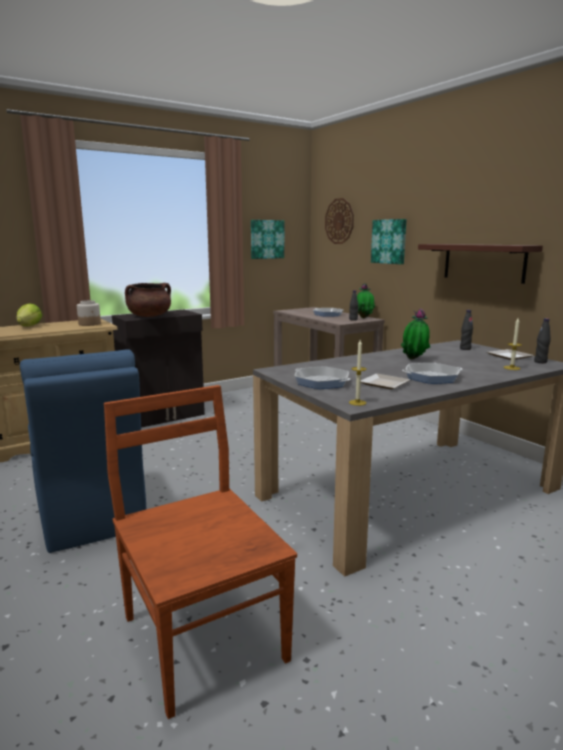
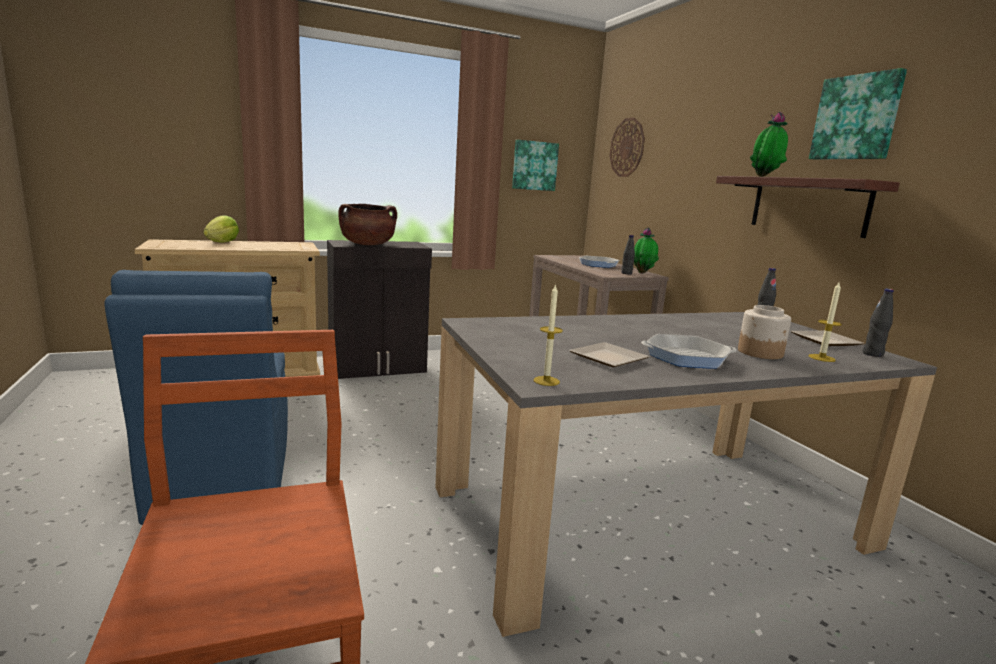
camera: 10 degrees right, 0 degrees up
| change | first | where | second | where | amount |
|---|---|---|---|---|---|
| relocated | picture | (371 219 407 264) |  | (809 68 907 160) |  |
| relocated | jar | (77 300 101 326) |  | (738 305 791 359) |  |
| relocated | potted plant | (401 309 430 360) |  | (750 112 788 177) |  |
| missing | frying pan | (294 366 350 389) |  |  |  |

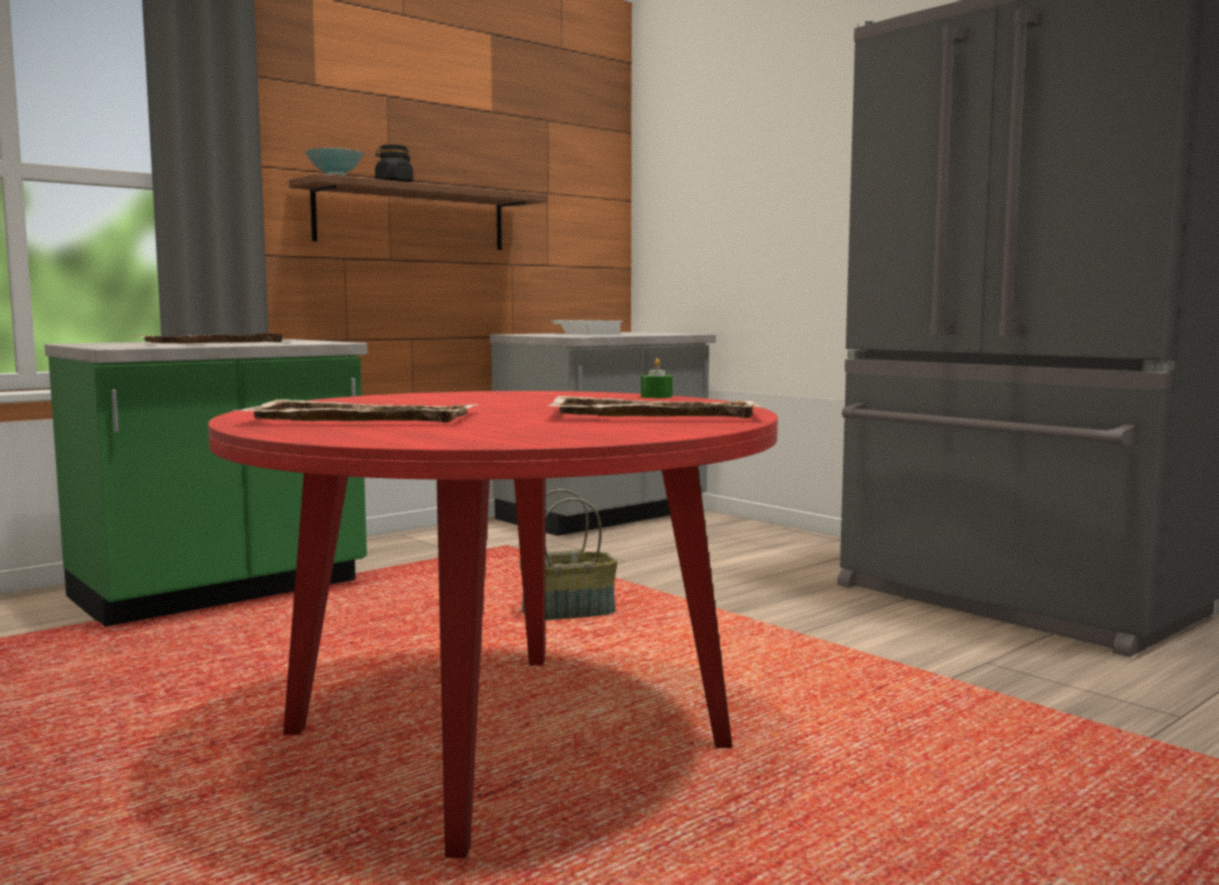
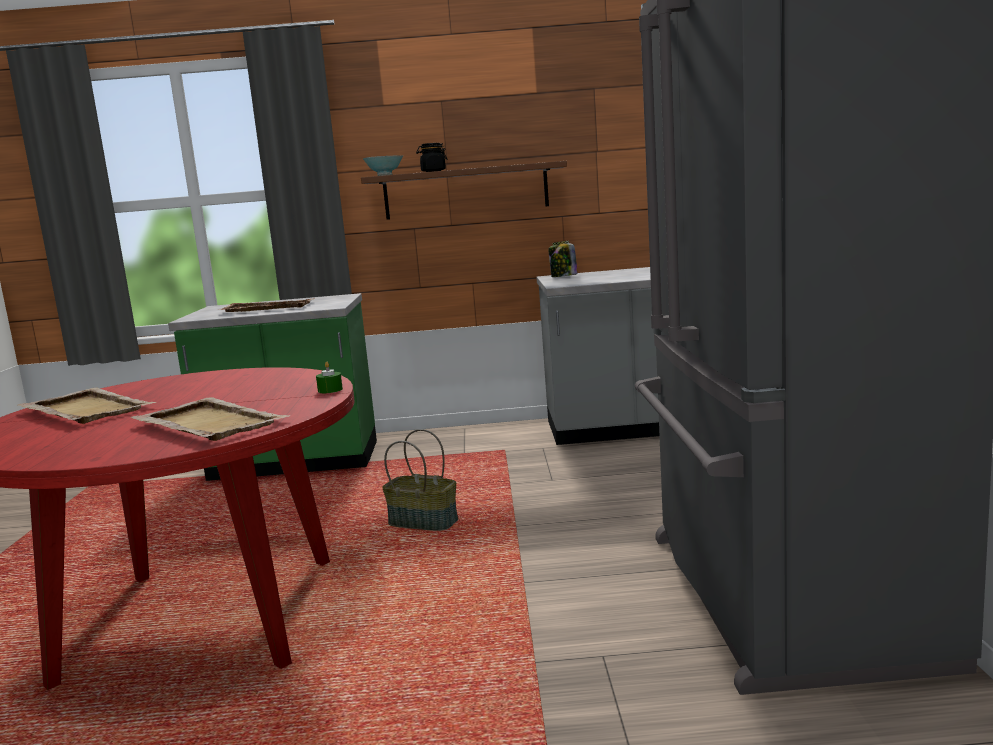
camera: 40 degrees right, 5 degrees up
| change | first | where | second | where | amount |
|---|---|---|---|---|---|
| missing | white tray | (551 320 623 335) |  |  |  |
| appeared |  |  | jar | (548 241 578 277) |  |

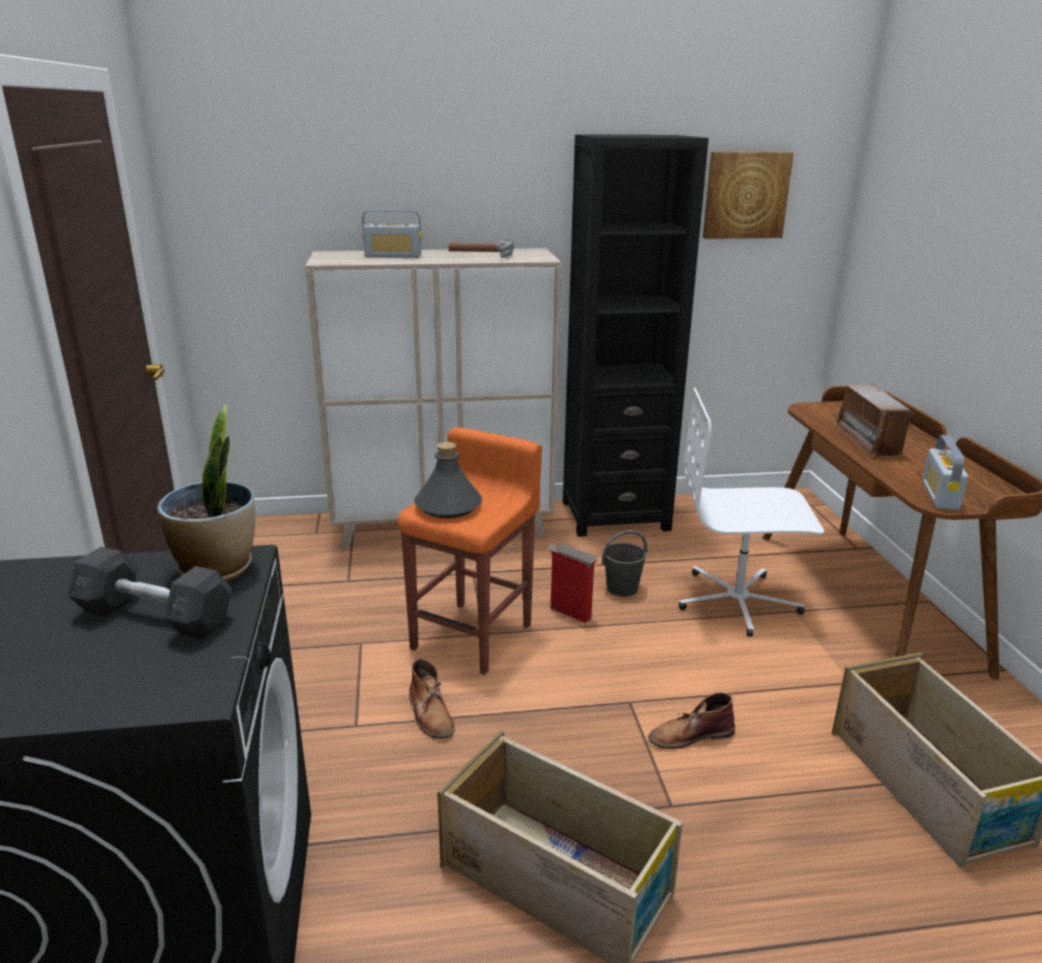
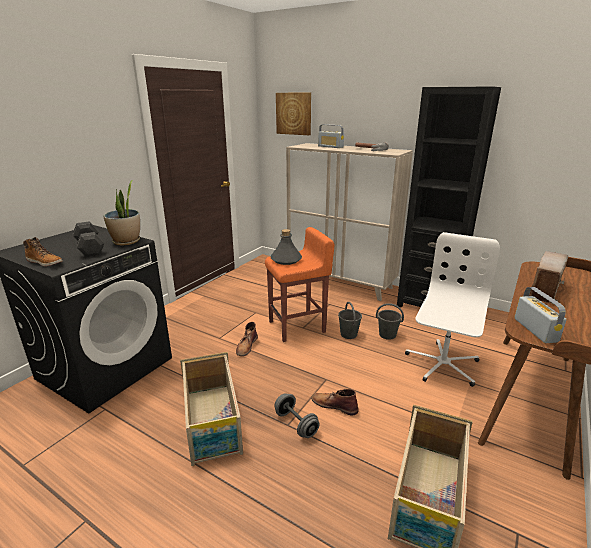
camera: 40 degrees right, 0 degrees up
| change | first | where | second | where | amount |
|---|---|---|---|---|---|
| relocated | picture | (703 152 794 239) |  | (276 93 311 135) |  |
| spun | white office chair | (679 388 824 637) |  | (405 232 500 387) | 75 degrees clockwise |
| spun | radio | (922 435 969 511) |  | (514 287 566 343) | 120 degrees clockwise |
| exchanged | cardboard box | (548 543 597 623) | grey bucket | (338 302 362 339) |  |
| appeared |  |  | boot | (23 237 63 267) |  |
| appeared |  |  | grey dumbbell | (274 393 320 438) |  |

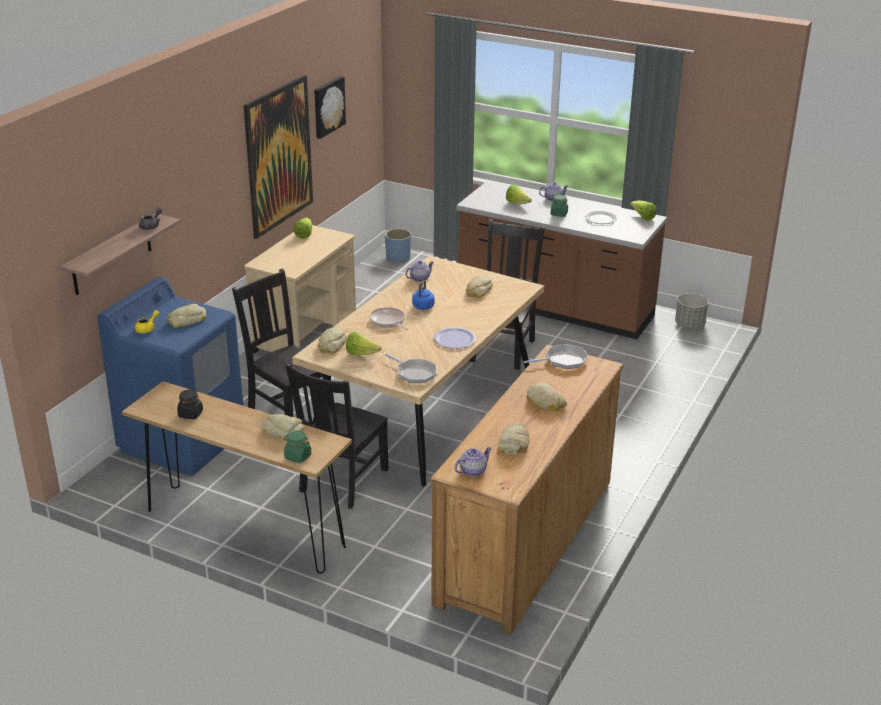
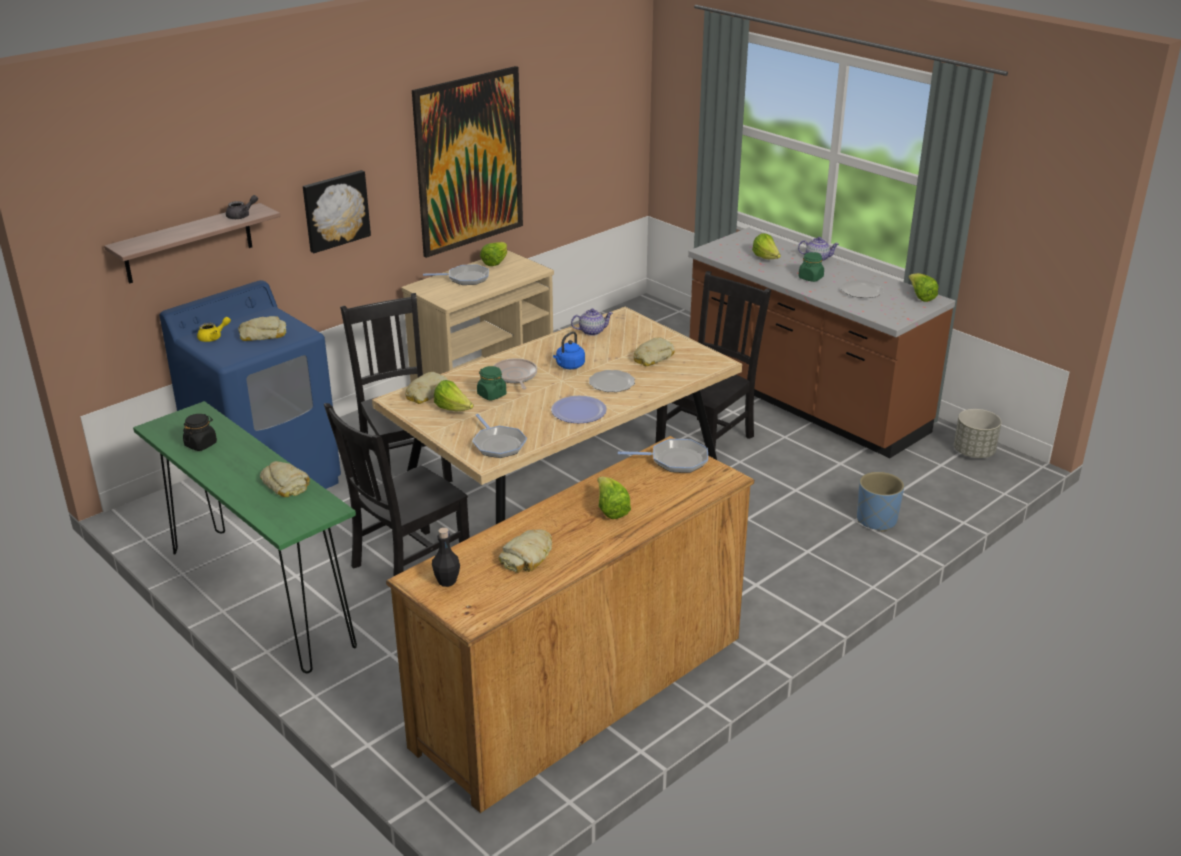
camera: 20 degrees right, 0 degrees up
| change | first | where | second | where | amount |
|---|---|---|---|---|---|
| relocated | picture | (314 76 346 139) |  | (303 170 371 253) |  |
| relocated | blue planter | (385 229 411 263) |  | (857 472 904 532) |  |
| colour | brown console table | (122 381 352 574) | green console table | (133 401 357 673) |  |
| exchanged | bread | (527 383 567 411) | lettuce | (597 477 631 519) |  |
| relocated | green jar | (284 431 311 463) |  | (477 366 506 400) |  |
| exchanged | teapot | (454 447 492 477) | black bottle | (432 528 460 587) |  |
| appeared |  |  | frying pan | (423 265 489 285) |  |
| appeared |  |  | plate | (589 370 635 392) |  |

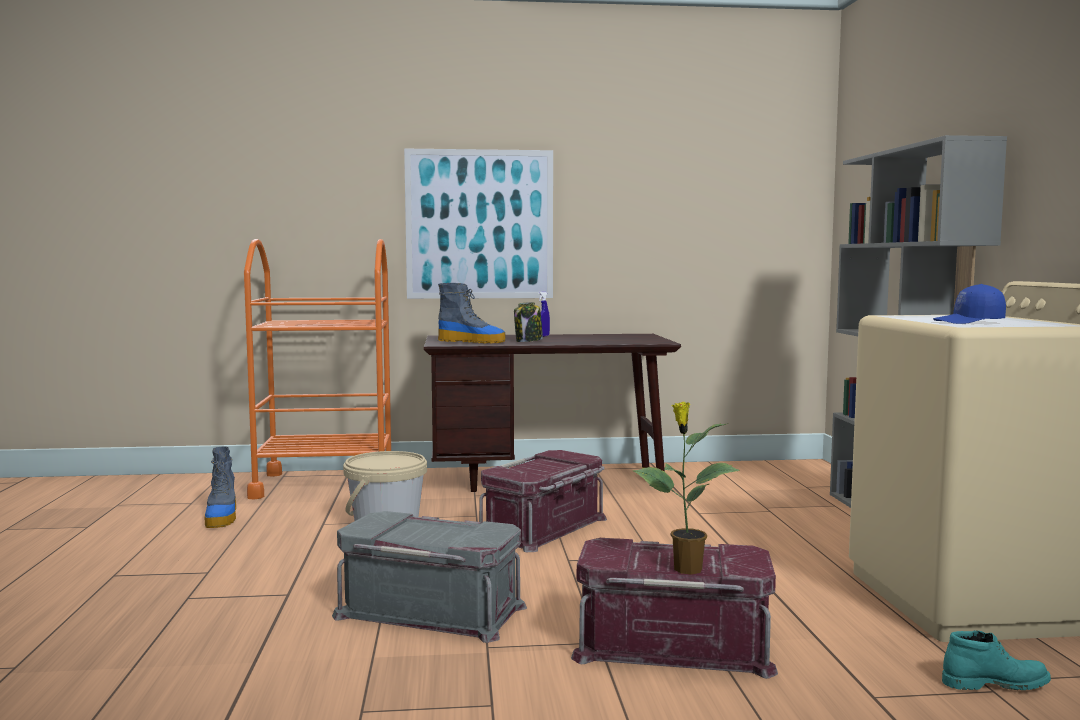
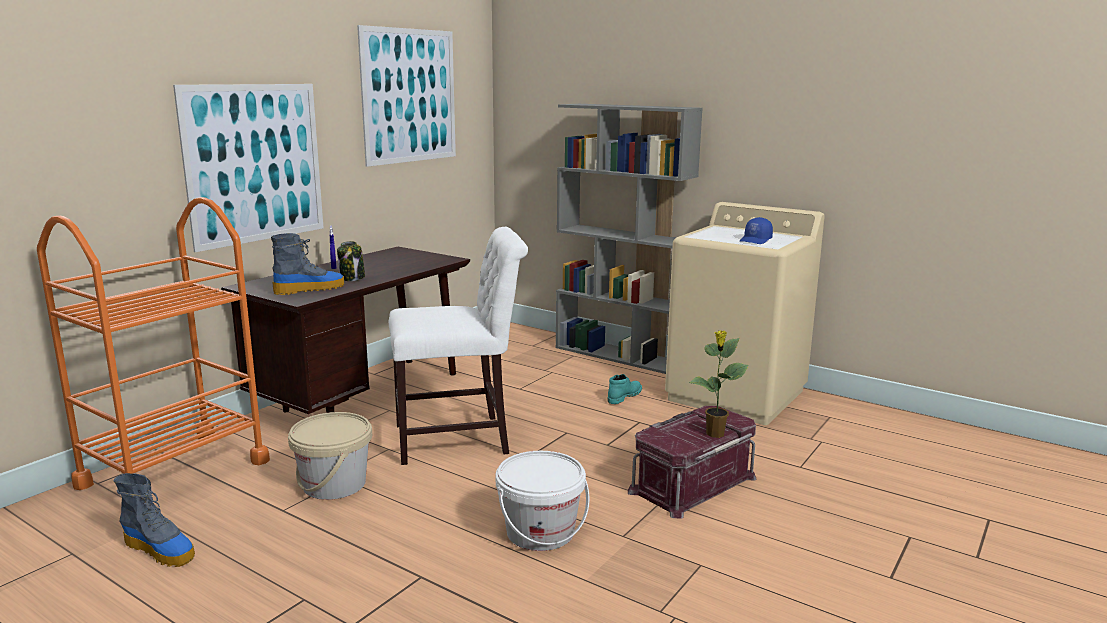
camera: 50 degrees left, 10 degrees up
| change | first | where | second | where | amount |
|---|---|---|---|---|---|
| exchanged | red storage box | (479 450 607 552) | white chair | (389 227 528 465) |  |
| exchanged | grey storage box | (332 511 527 643) | white bucket | (495 451 589 551) |  |
| relocated | turquoise boot | (942 630 1051 690) |  | (607 374 642 404) |  |
| appeared |  |  | picture | (357 25 456 167) |  |

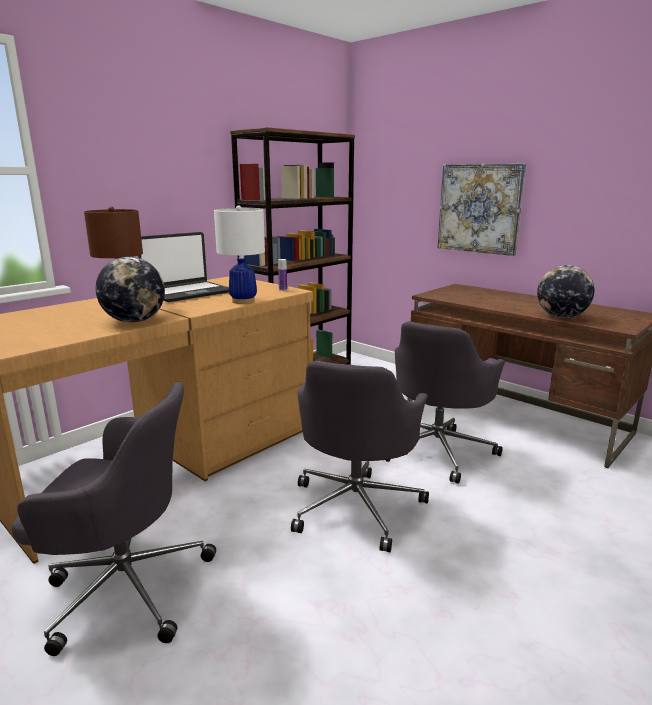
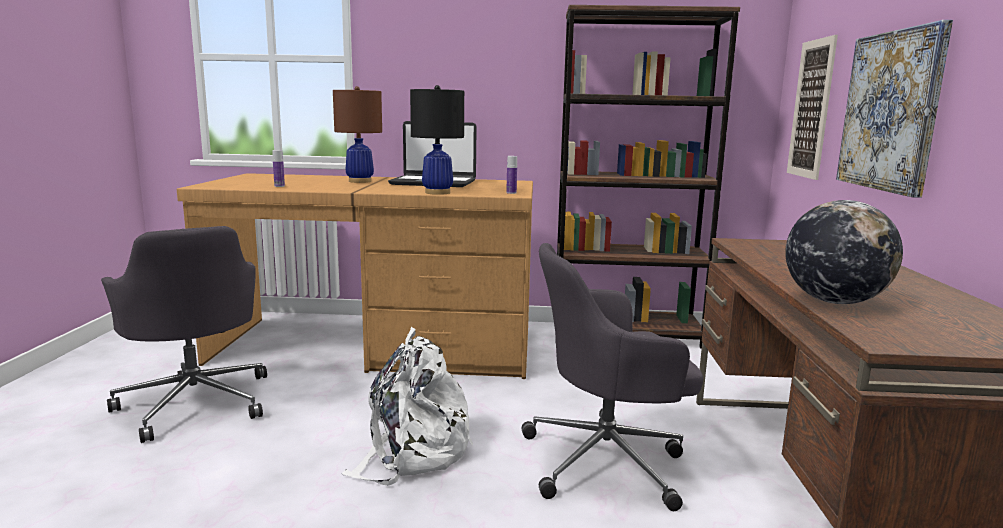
camera: 50 degrees right, 5 degrees down
| change | first | where | second | where | amount |
|---|---|---|---|---|---|
| colour | white table lamp | (214 205 265 304) | black table lamp | (410 85 464 195) |  |
| missing | globe | (96 257 165 323) |  |  |  |
| exchanged | grey office chair | (291 361 429 552) | white backpack | (342 327 473 485) |  |
| appeared |  |  | picture | (787 35 838 180) |  |
| appeared |  |  | bottle | (272 150 285 187) |  |

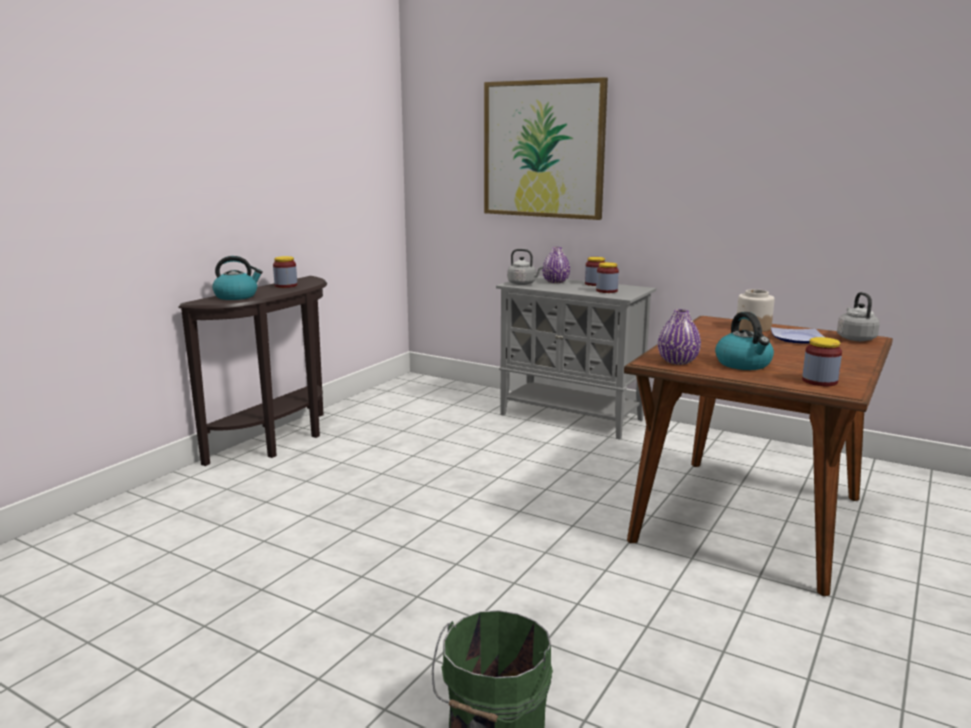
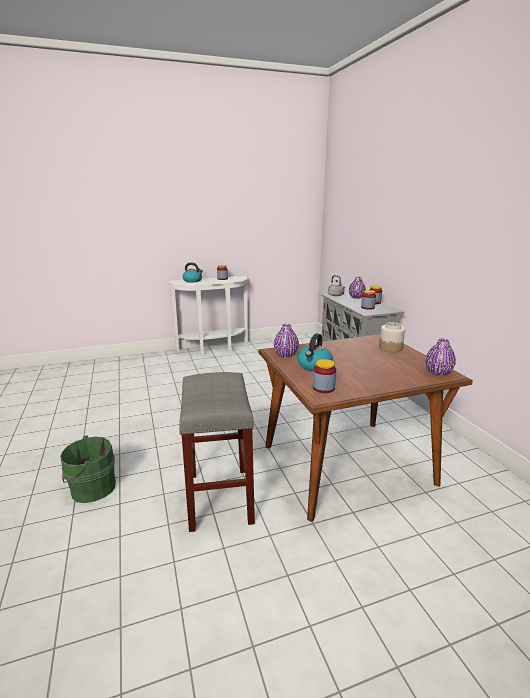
camera: 40 degrees right, 5 degrees up
| change | first | where | second | where | amount |
|---|---|---|---|---|---|
| missing | picture | (484 77 608 220) |  |  |  |
| colour | brown console table | (178 276 327 466) | white console table | (168 276 248 356) |  |
| exchanged | grey kettle | (837 292 880 341) | purple vase | (425 338 456 375) |  |
| missing | plate | (771 327 824 344) |  |  |  |
| appeared |  |  | grey stool | (179 372 255 532) |  |

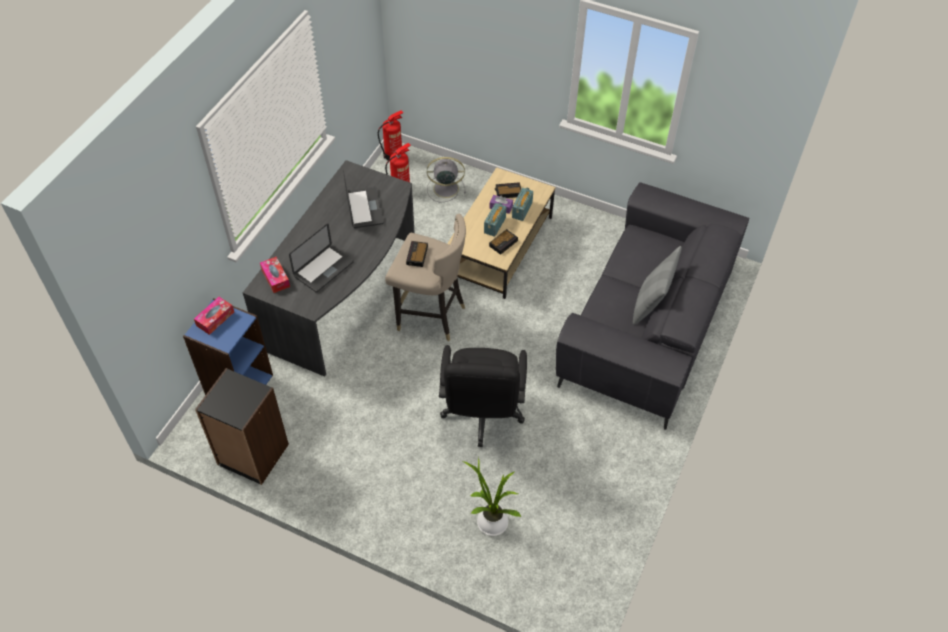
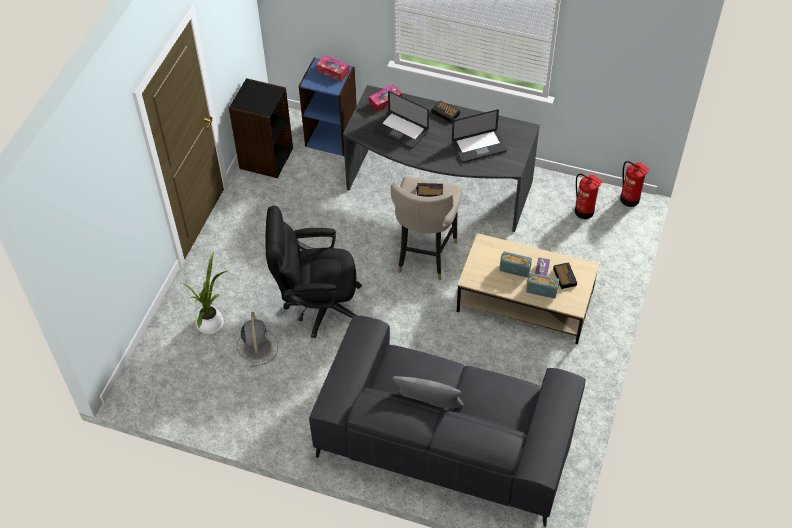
camera: 85 degrees right, 0 degrees up
| change | first | where | second | where | amount |
|---|---|---|---|---|---|
| relocated | grey fan | (427 157 466 202) |  | (237 312 278 367) |  |
| relocated | alarm clock | (489 229 518 255) |  | (431 101 460 123) |  |

